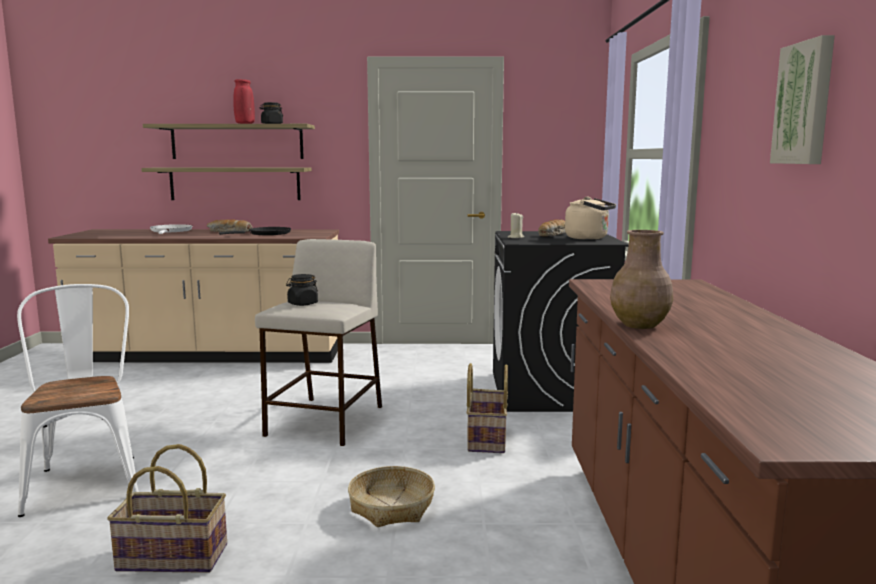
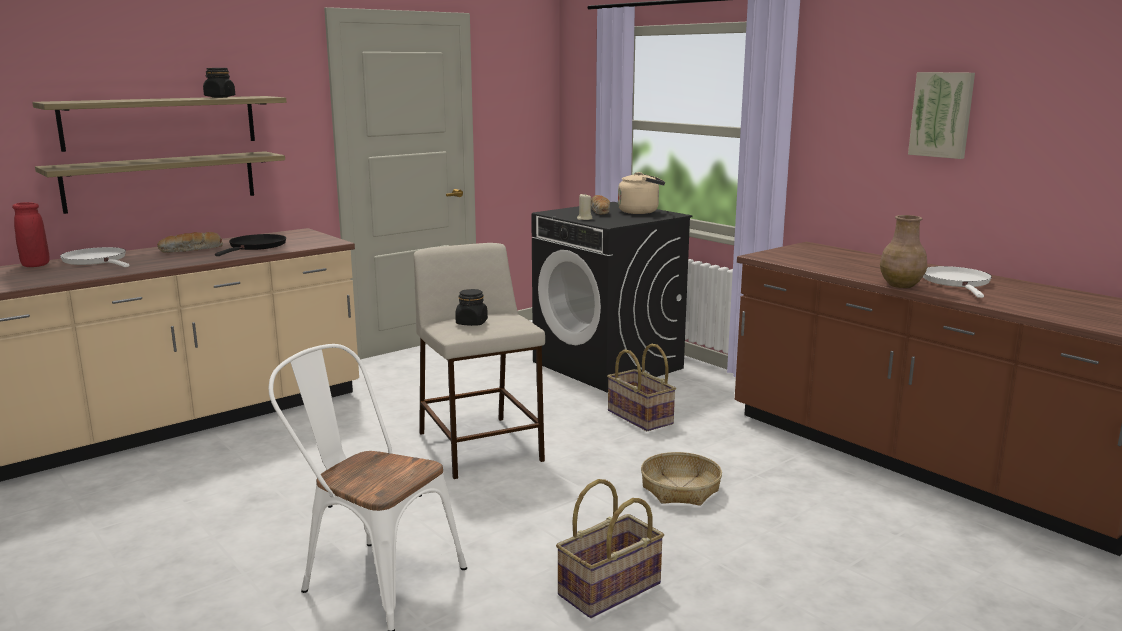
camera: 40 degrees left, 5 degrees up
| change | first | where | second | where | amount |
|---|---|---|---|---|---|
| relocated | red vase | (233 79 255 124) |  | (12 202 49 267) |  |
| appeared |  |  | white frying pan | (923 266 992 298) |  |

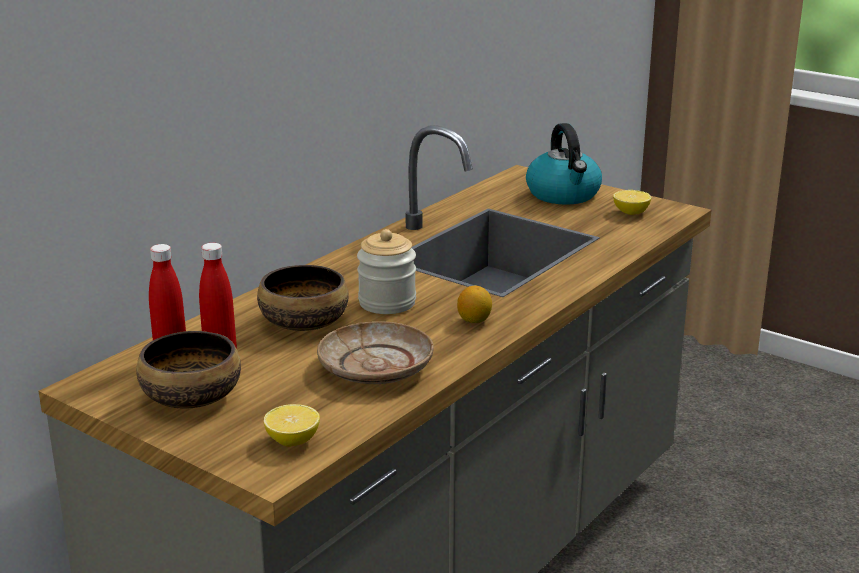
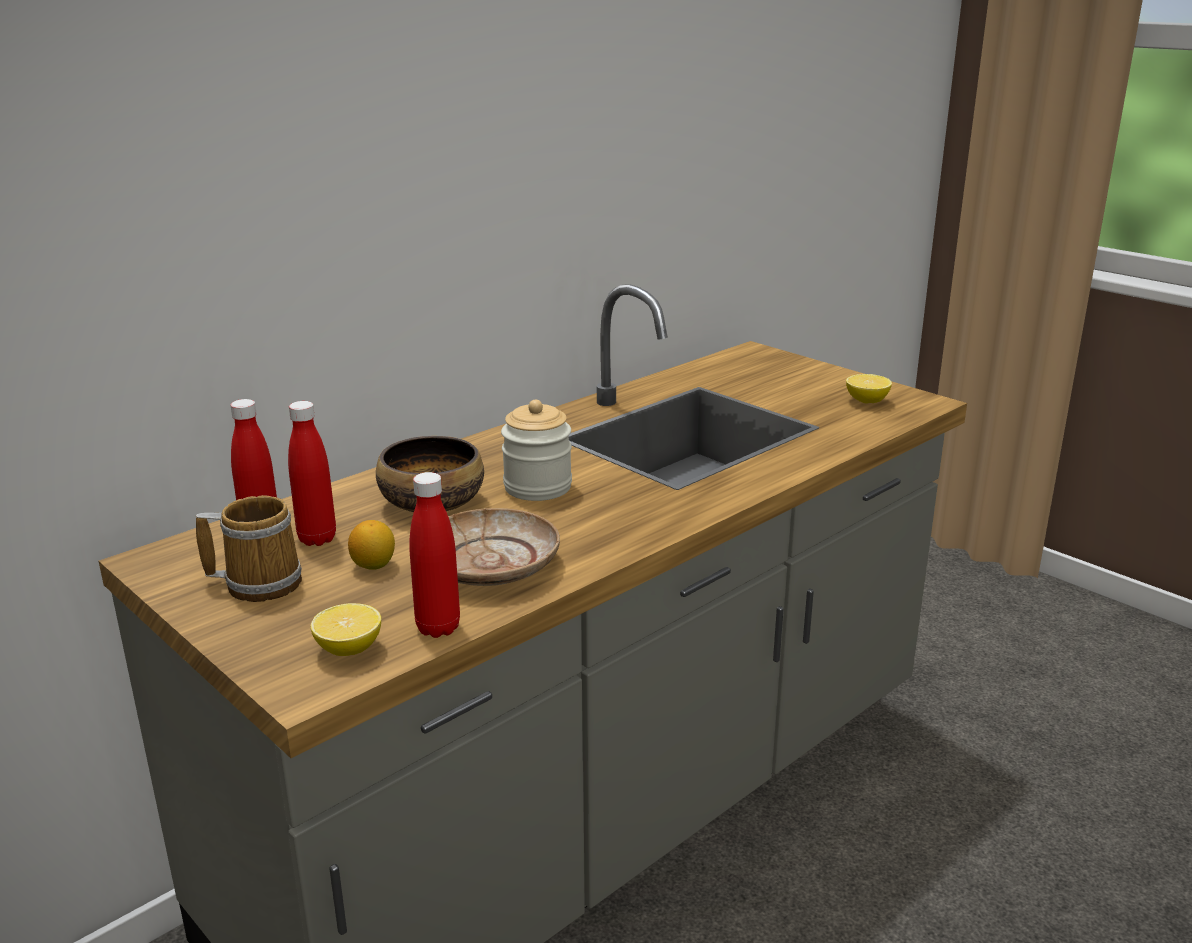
camera: 10 degrees right, 0 degrees up
| change | first | where | second | where | amount |
|---|---|---|---|---|---|
| missing | kettle | (526 123 602 205) |  |  |  |
| relocated | lemon | (457 286 492 323) |  | (348 520 395 570) |  |
| exchanged | bowl | (136 331 241 409) | mug | (196 495 302 602) |  |
| appeared |  |  | red bottle | (409 472 460 638) |  |

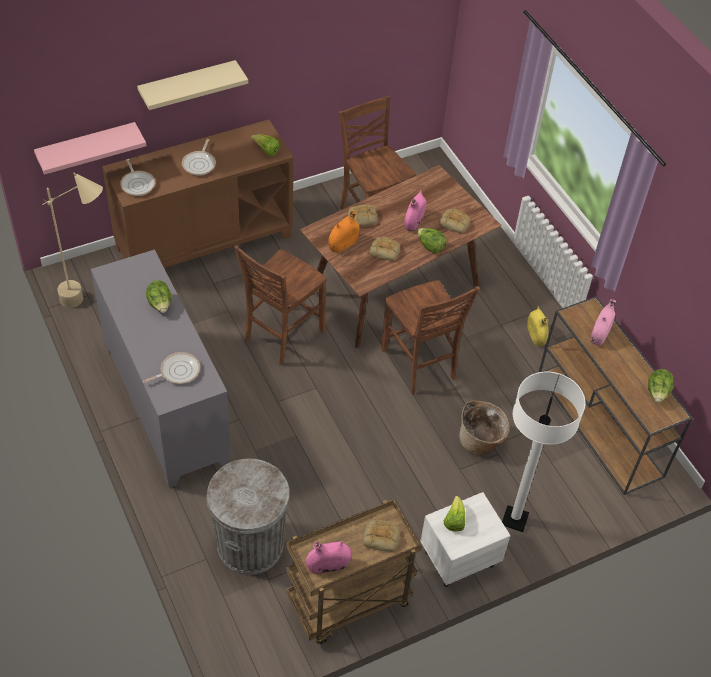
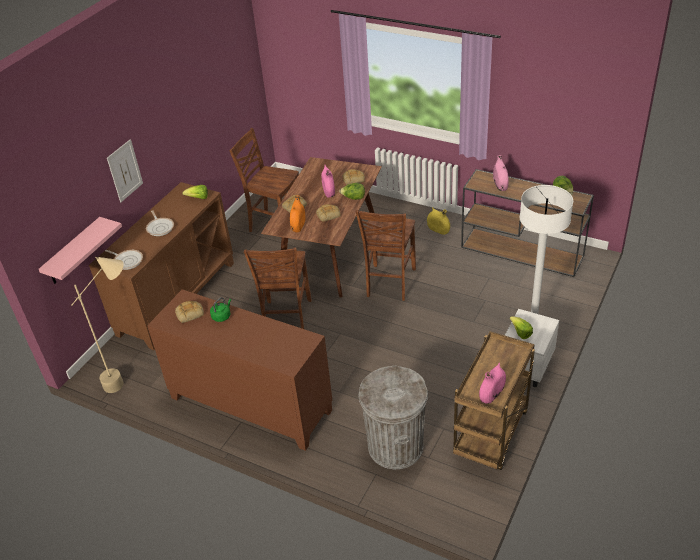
camera: 30 degrees left, 10 degrees down
| change | first | where | second | where | amount |
|---|---|---|---|---|---|
| exchanged | beige shelf | (137 60 248 110) | picture | (107 139 143 202) |  |
| colour | grey cabinet | (91 249 231 488) | brown cabinet | (147 289 332 451) |  |
| exchanged | lettuce | (146 280 171 313) | green kettle | (210 297 231 322) |  |
| spun | brown chair | (381 280 480 395) |  | (356 210 416 301) | 75 degrees clockwise |
| missing | frying pan | (143 352 200 384) |  |  |  |
| missing | basket | (459 401 509 455) |  |  |  |
| relocated | bread | (363 520 400 552) |  | (175 301 204 323) |  |

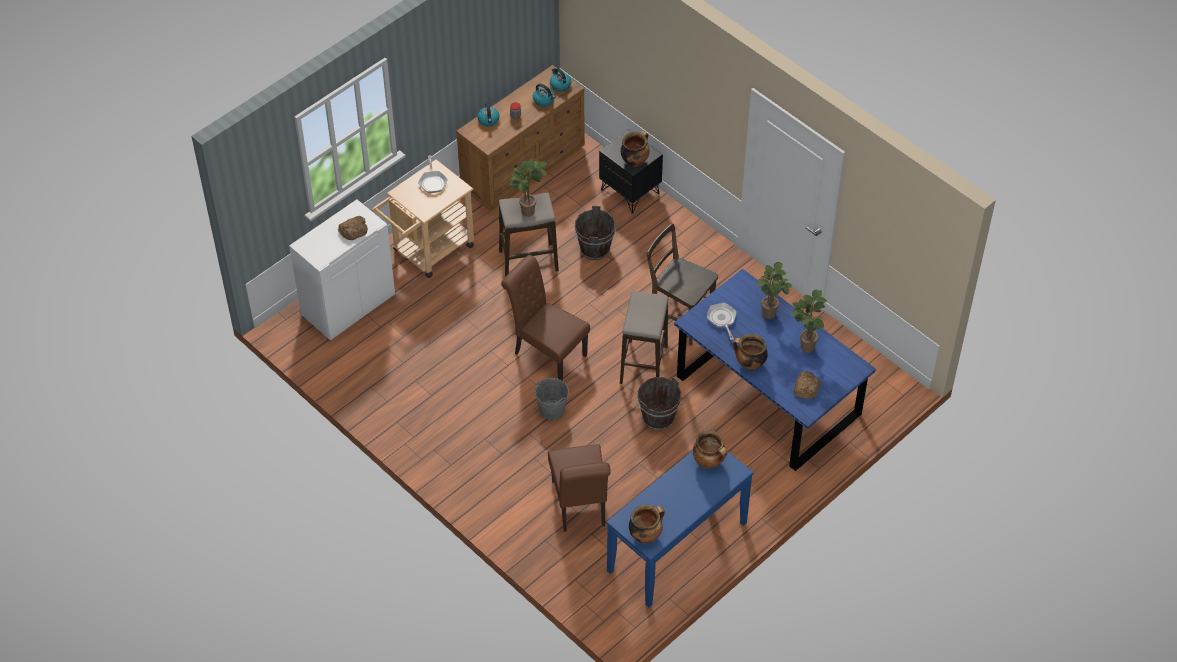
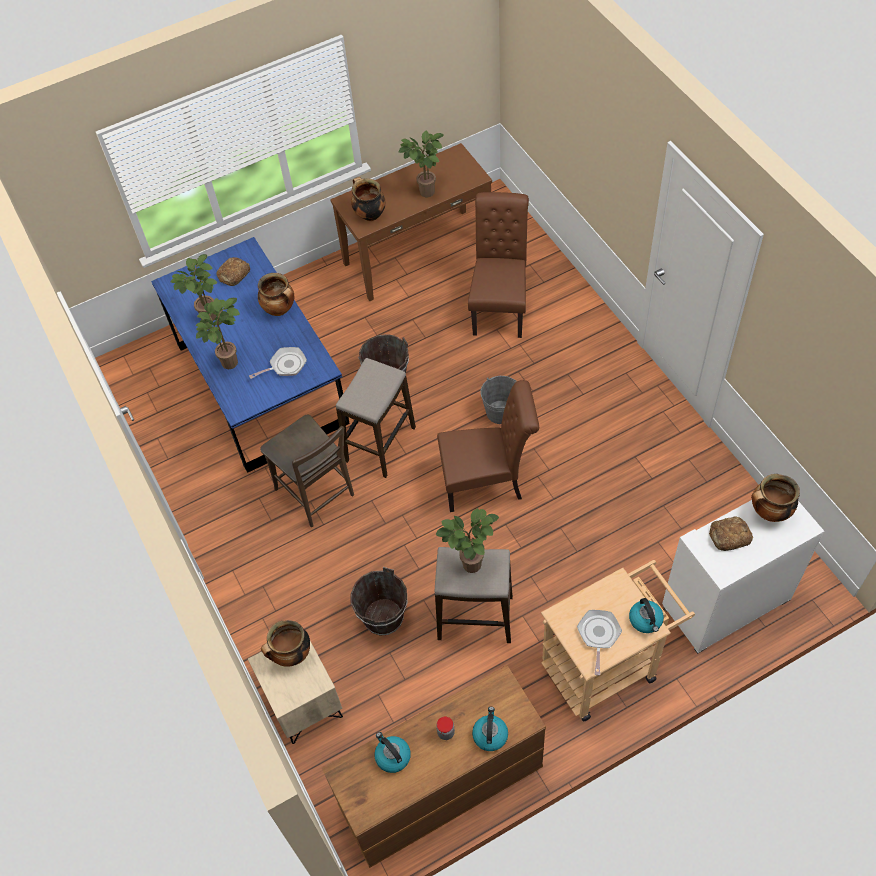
camera: 160 degrees left, 5 degrees up
| change | first | where | second | where | amount |
|---|---|---|---|---|---|
| relocated | kettle | (550 68 572 92) |  | (629 598 664 633) |  |
| colour | black nightstand | (599 130 663 214) | beige nightstand | (248 641 343 744) |  |
| spun | brown chair | (501 255 590 381) |  | (437 380 539 512) | 60 degrees counterclockwise |
| spun | frying pan | (707 303 737 340) |  | (249 347 307 379) | 120 degrees counterclockwise |
| colour | blue console table | (606 451 753 608) | brown console table | (330 143 492 301) |  |
| relocated | cooking pot | (629 505 665 544) |  | (751 474 800 522) |  |
| appeared |  |  | potted plant | (399 131 444 197) |  |

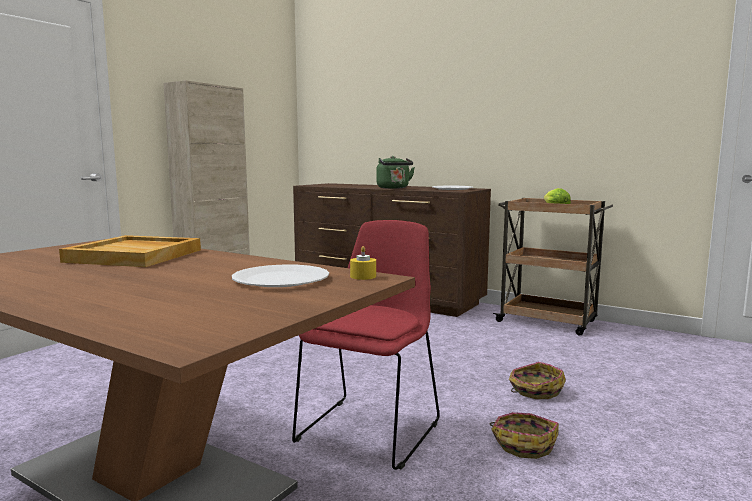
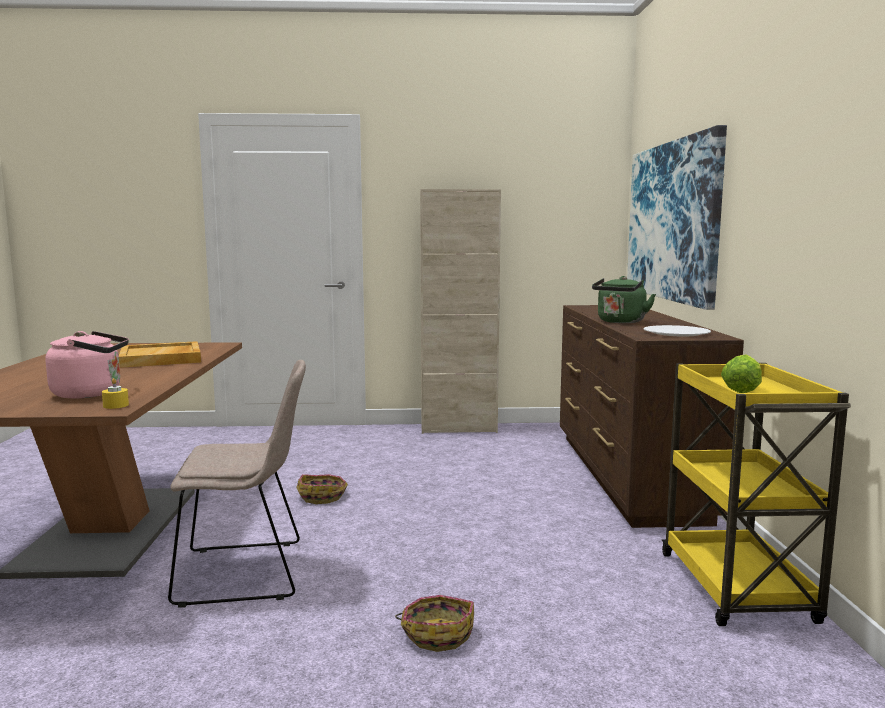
camera: 55 degrees right, 0 degrees up
| change | first | where | second | where | amount |
|---|---|---|---|---|---|
| colour | brown cart | (493 198 613 335) | yellow cart | (662 363 851 626) |  |
| colour | red chair | (292 220 440 470) | beige chair | (168 360 306 607) |  |
| exchanged | white plate | (232 265 329 287) | pink kettle | (45 331 129 399) |  |
| relocated | basket | (490 412 559 459) |  | (296 474 348 504) |  |
| appeared |  |  | picture | (627 125 727 310) |  |

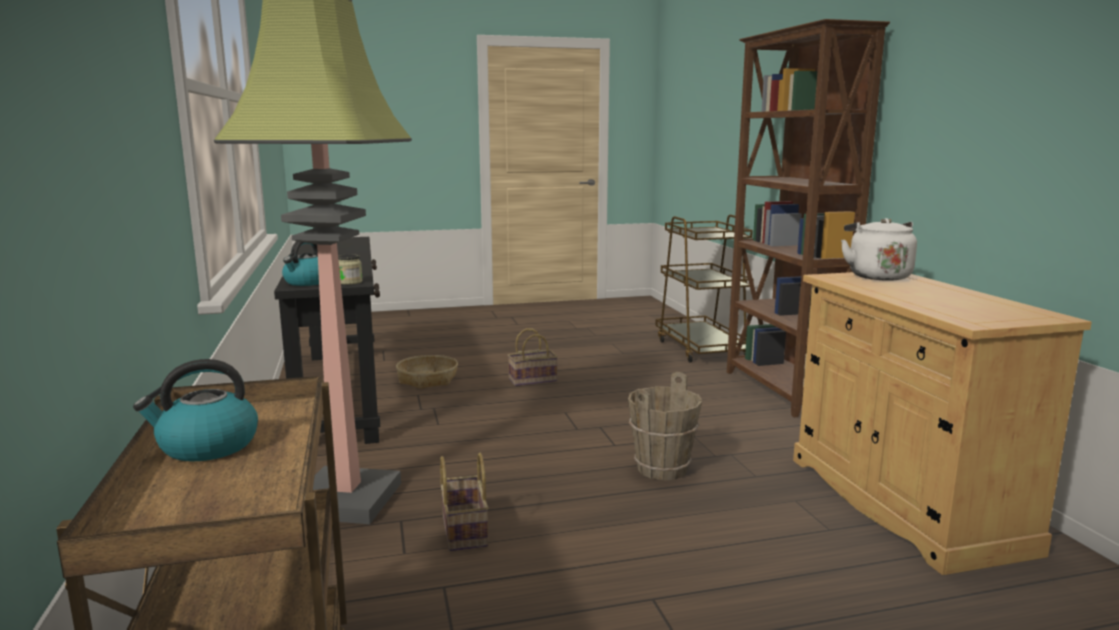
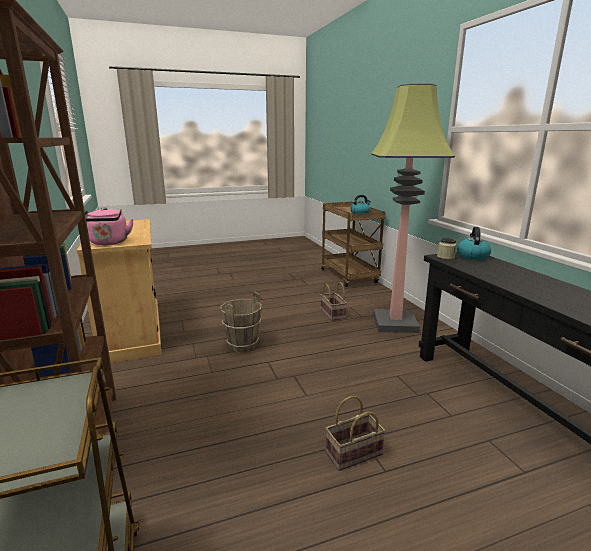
camera: 175 degrees right, 5 degrees up
| change | first | where | second | where | amount |
|---|---|---|---|---|---|
| colour | white kettle | (841 218 917 281) | pink kettle | (85 207 134 245) |  |
| missing | basket | (396 355 458 389) |  |  |  |

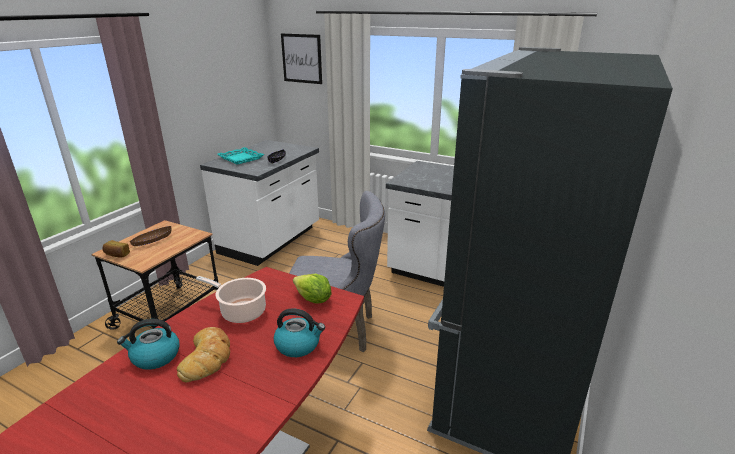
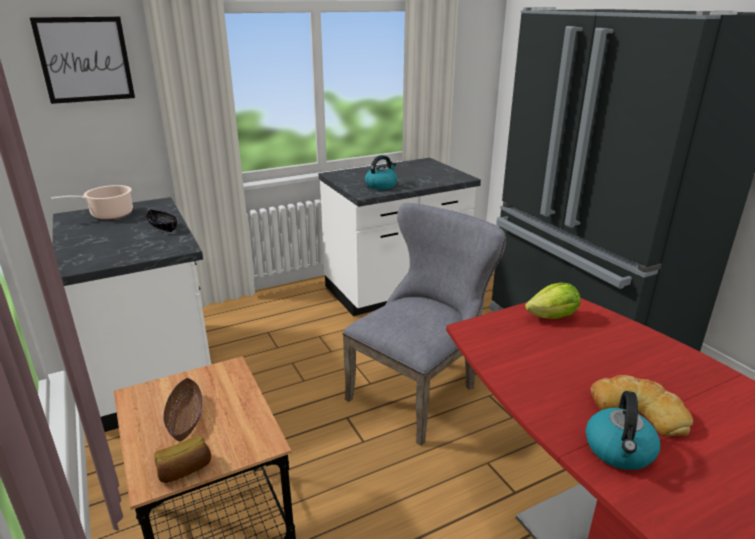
camera: 55 degrees left, 0 degrees up
| change | first | where | second | where | amount |
|---|---|---|---|---|---|
| missing | turquoise tray | (217 147 264 165) |  |  |  |
| relocated | cooking pot | (196 276 266 323) |  | (51 185 133 219) |  |
| relocated | kettle | (274 308 325 357) |  | (365 155 397 190) |  |

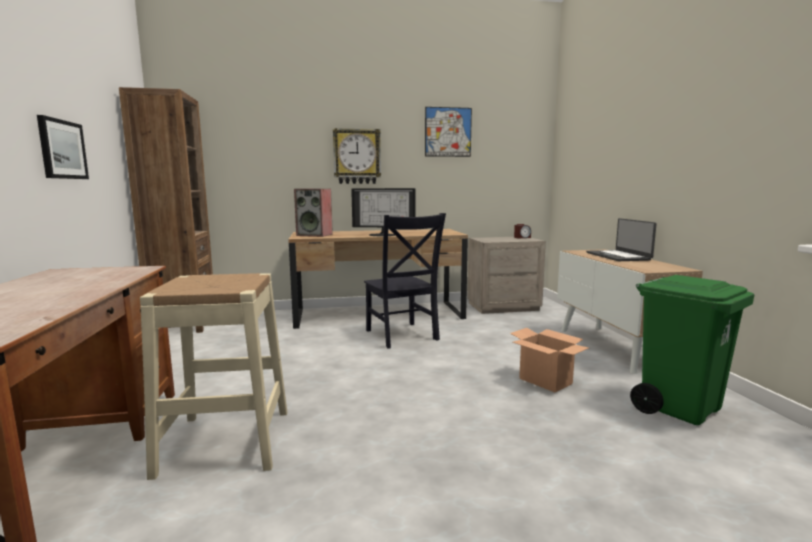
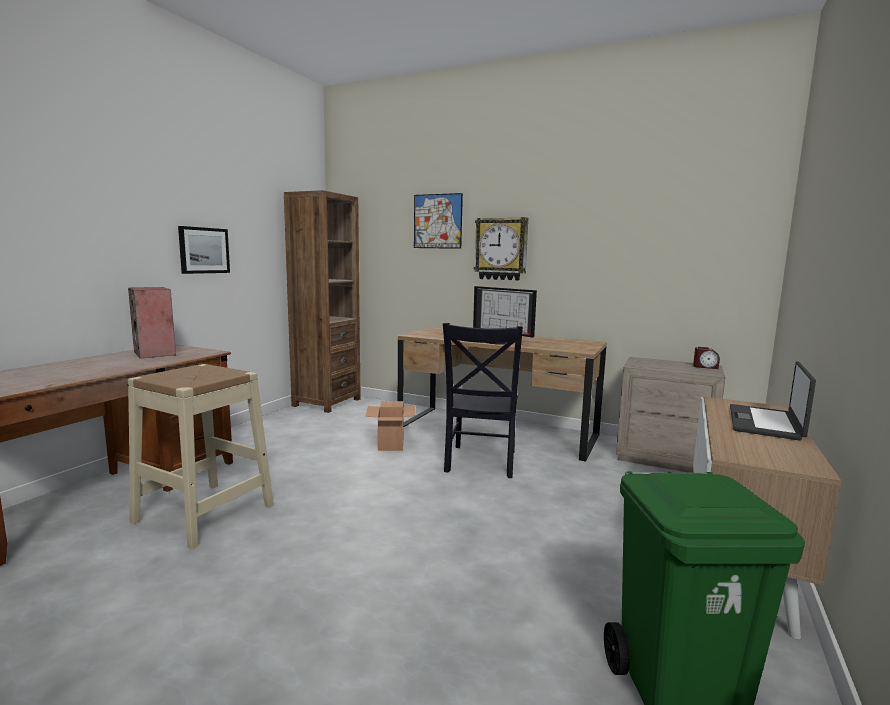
camera: 35 degrees right, 0 degrees up
| change | first | where | second | where | amount |
|---|---|---|---|---|---|
| relocated | picture | (425 107 472 157) |  | (414 193 463 249) |  |
| relocated | speaker | (294 189 333 237) |  | (128 287 176 359) |  |
| relocated | cardboard box | (510 328 589 393) |  | (365 401 415 451) |  |

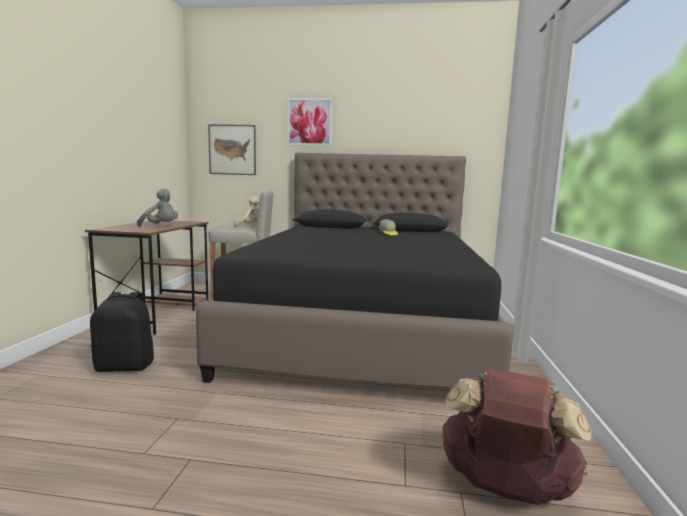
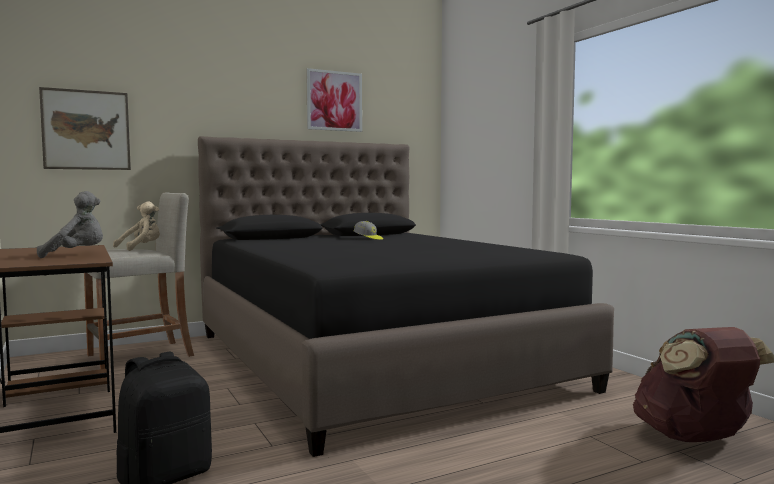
camera: 35 degrees left, 5 degrees down
| change | first | where | second | where | amount |
|---|---|---|---|---|---|
| relocated | picture | (287 98 333 146) |  | (306 68 362 132) |  |

